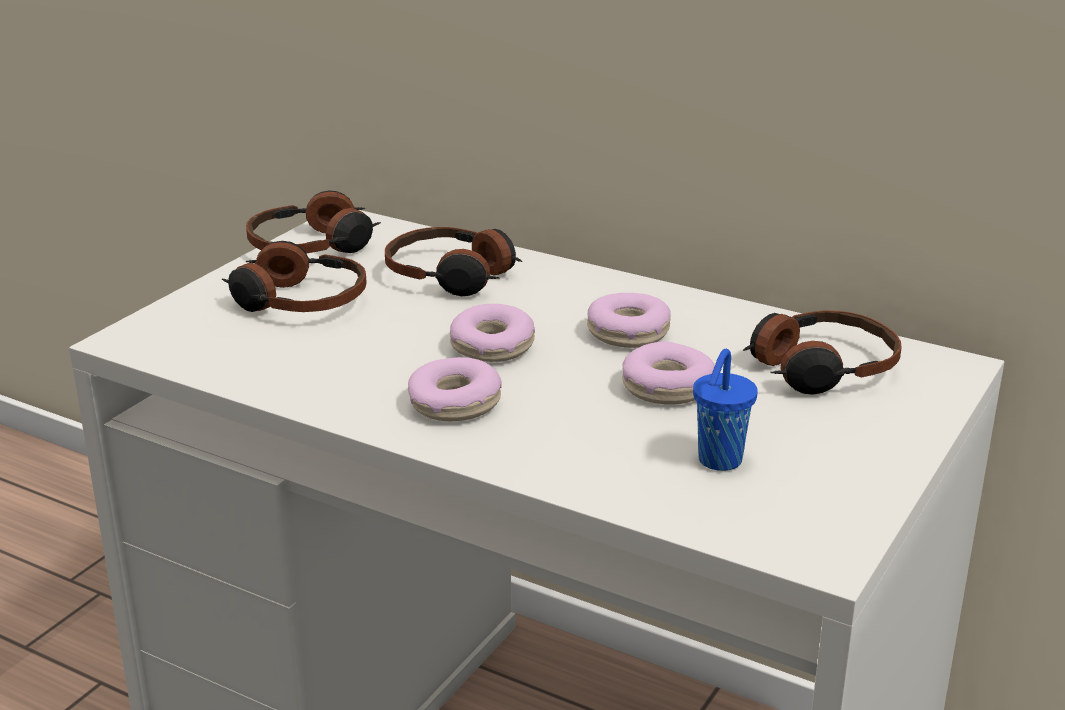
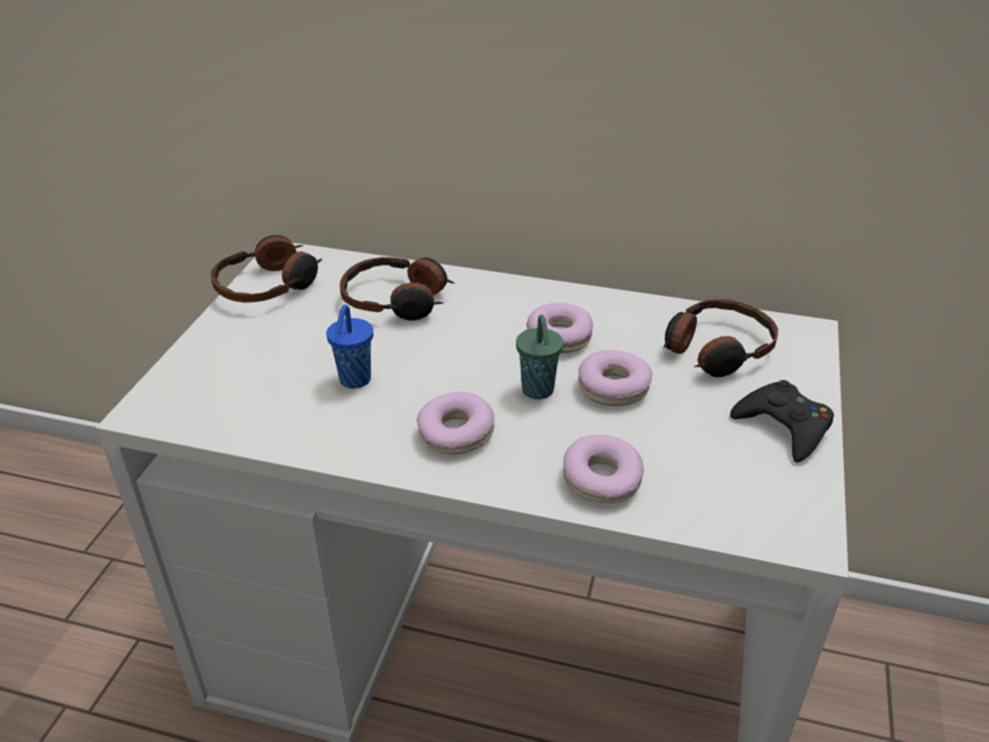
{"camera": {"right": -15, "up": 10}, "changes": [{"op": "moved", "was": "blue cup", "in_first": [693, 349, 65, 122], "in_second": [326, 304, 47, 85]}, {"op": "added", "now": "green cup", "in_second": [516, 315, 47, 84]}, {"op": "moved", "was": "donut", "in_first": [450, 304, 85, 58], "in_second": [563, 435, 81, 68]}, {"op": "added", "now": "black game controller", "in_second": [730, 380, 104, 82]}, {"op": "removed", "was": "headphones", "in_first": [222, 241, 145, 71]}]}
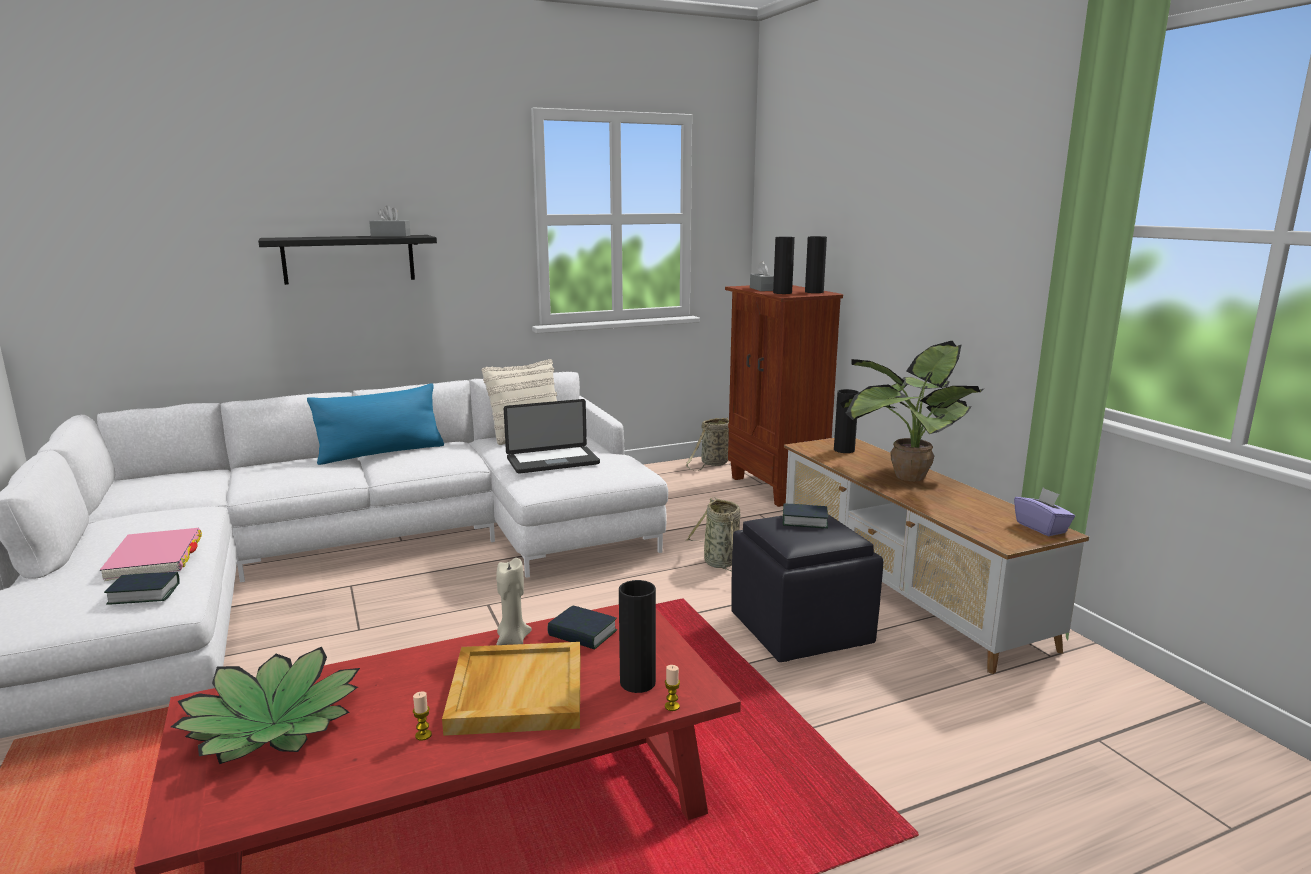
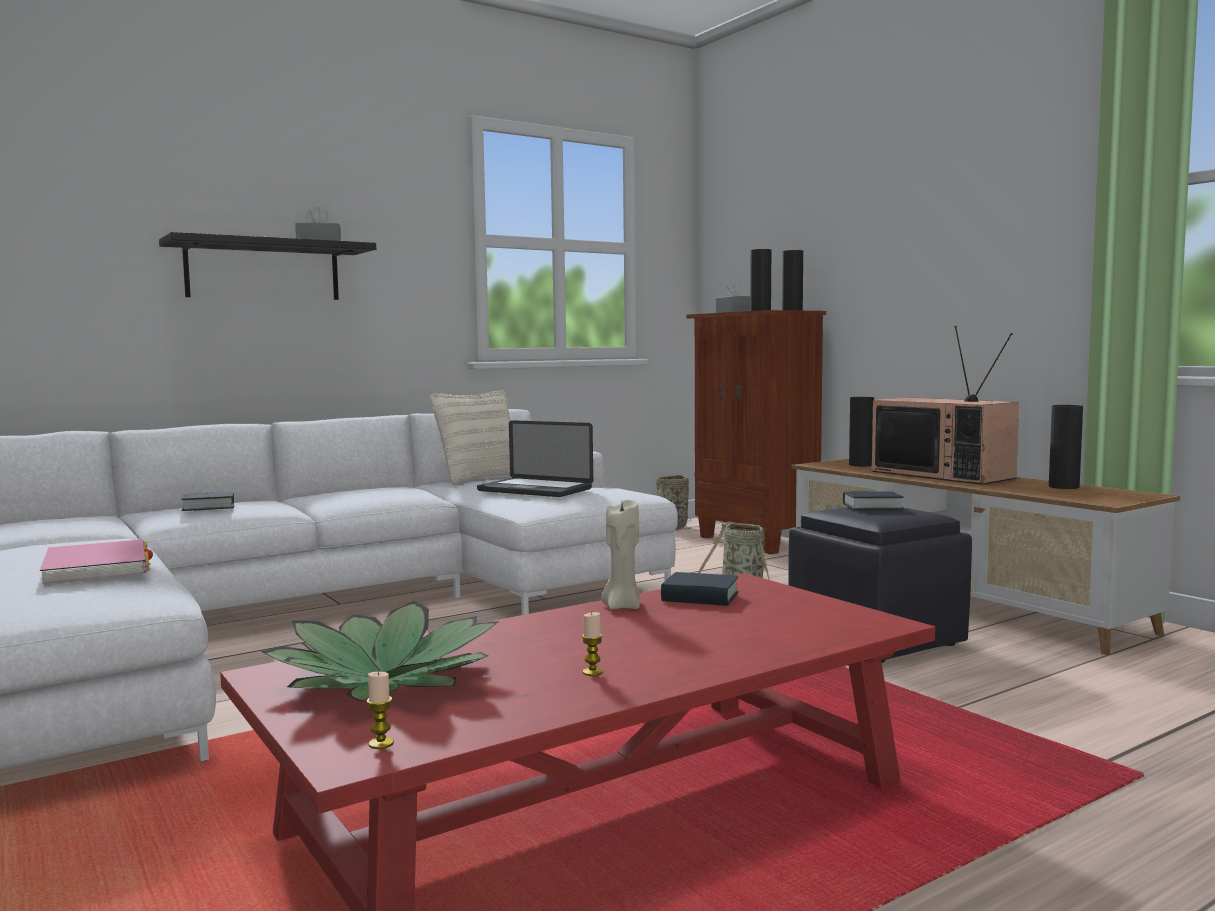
{"camera": {"right": -10, "up": -10}, "changes": [{"op": "moved", "was": "book", "in_first": [104, 572, 76, 33], "in_second": [181, 492, 54, 19]}, {"op": "moved", "was": "candle", "in_first": [665, 665, 15, 46], "in_second": [366, 672, 28, 77]}, {"op": "turned", "was": "laptop", "in_first": [504, 399, 96, 74], "in_second": [477, 420, 116, 77], "clockwise": 60}, {"op": "replaced", "was": "potted plant", "now": "television", "in_first": [840, 341, 145, 140], "in_second": [872, 326, 147, 158]}, {"op": "moved", "was": "black vase", "in_first": [619, 580, 37, 113], "in_second": [1049, 405, 34, 84]}, {"op": "removed", "was": "blue pillow", "in_first": [307, 383, 137, 82]}, {"op": "removed", "was": "beige tray", "in_first": [442, 642, 138, 94]}, {"op": "removed", "was": "purple tissue box", "in_first": [1014, 488, 61, 48]}]}
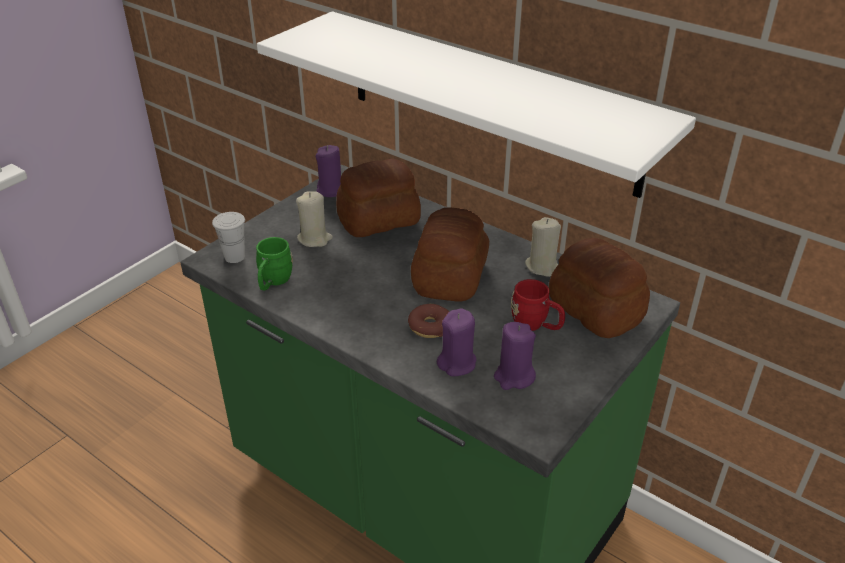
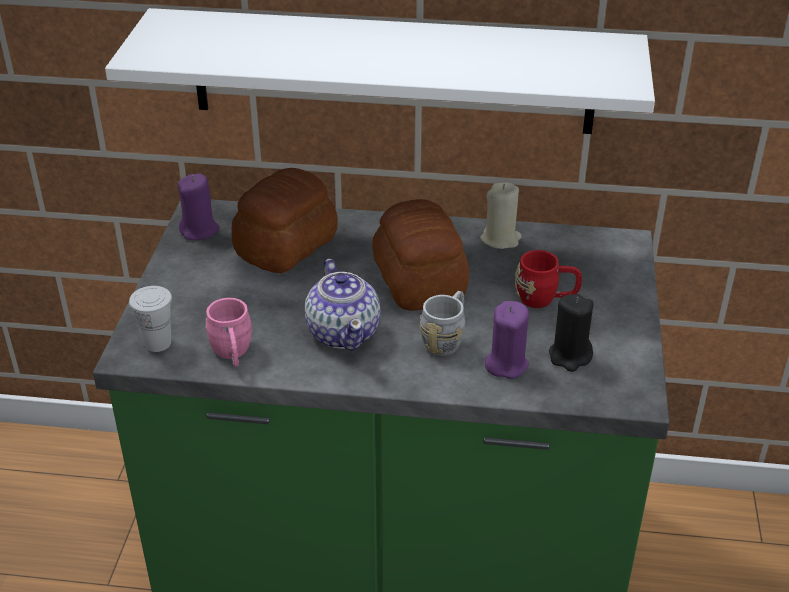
{"camera": {"right": -30, "up": 0}, "changes": [{"op": "recoloured", "was": "green mug", "now": "pink mug", "in_first": [256, 237, 37, 54], "in_second": [205, 298, 47, 69]}, {"op": "added", "now": "teapot", "in_second": [305, 259, 76, 92]}, {"op": "replaced", "was": "donut", "now": "grey mug", "in_first": [408, 304, 41, 34], "in_second": [420, 291, 45, 65]}, {"op": "recoloured", "was": "purple candle", "now": "black candle", "in_first": [494, 322, 42, 68], "in_second": [549, 294, 45, 78]}, {"op": "removed", "was": "beige candle", "in_first": [296, 191, 37, 56]}, {"op": "removed", "was": "bread", "in_first": [549, 238, 101, 100]}]}
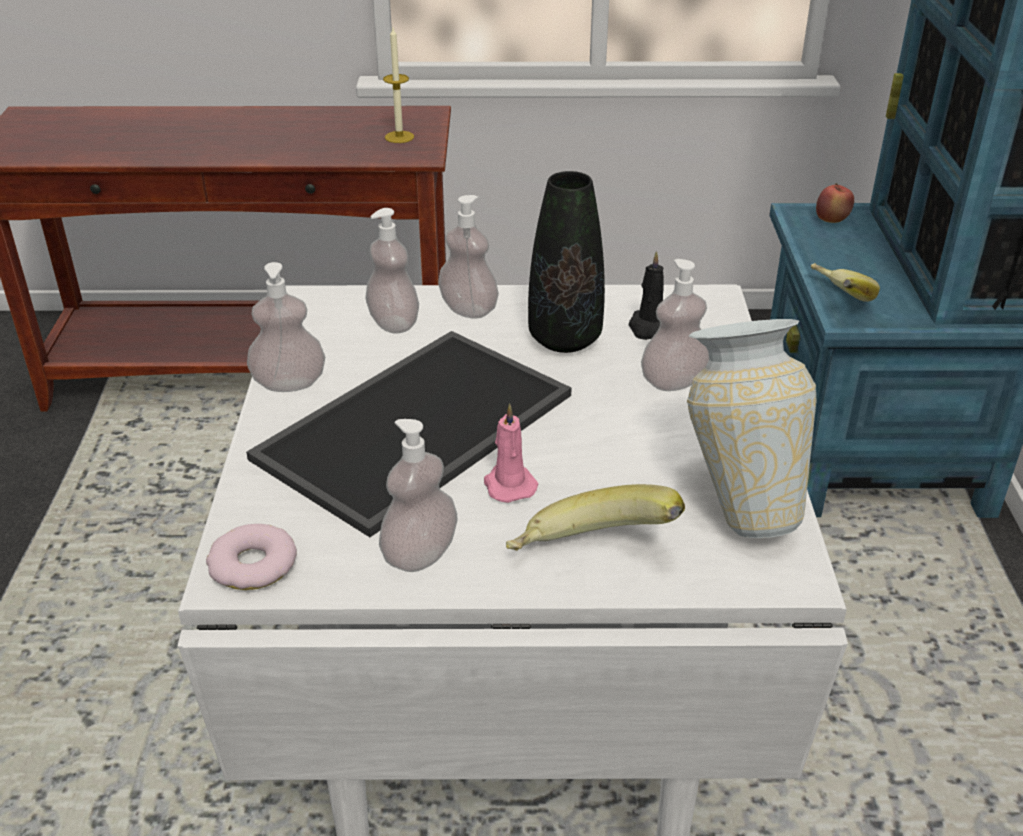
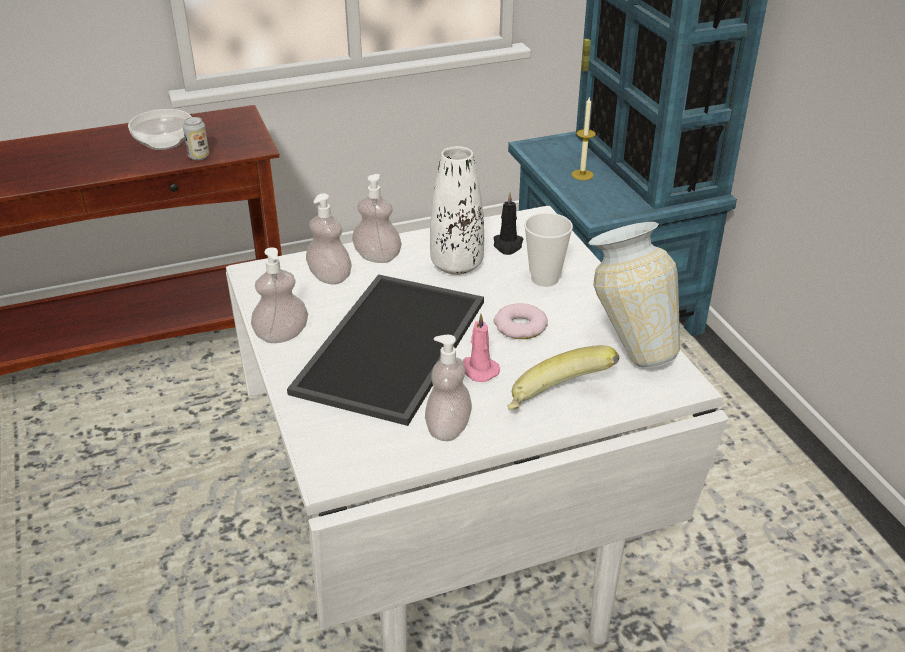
{"camera": {"right": -20, "up": 0}, "changes": [{"op": "added", "now": "bowl", "in_second": [128, 109, 64, 41]}, {"op": "added", "now": "can", "in_second": [183, 117, 26, 43]}, {"op": "recoloured", "was": "black vase", "now": "white vase", "in_first": [528, 171, 77, 182], "in_second": [430, 146, 54, 129]}, {"op": "moved", "was": "donut", "in_first": [206, 524, 91, 66], "in_second": [494, 303, 54, 36]}, {"op": "replaced", "was": "soap dispenser", "now": "cup", "in_first": [641, 259, 68, 132], "in_second": [524, 213, 49, 74]}, {"op": "moved", "was": "candle", "in_first": [383, 28, 31, 115], "in_second": [571, 96, 25, 84]}, {"op": "removed", "was": "banana", "in_first": [811, 263, 69, 39]}, {"op": "removed", "was": "apple", "in_first": [816, 183, 38, 40]}]}
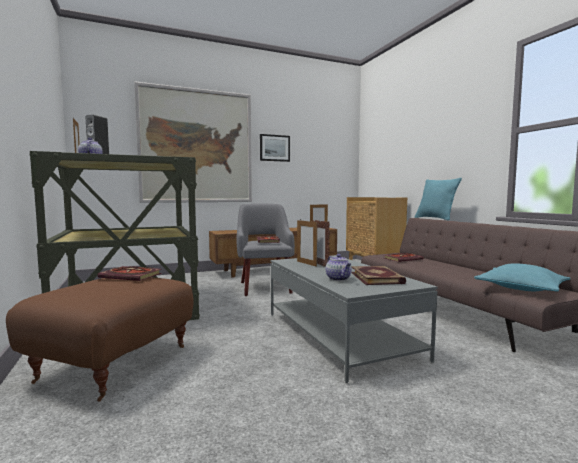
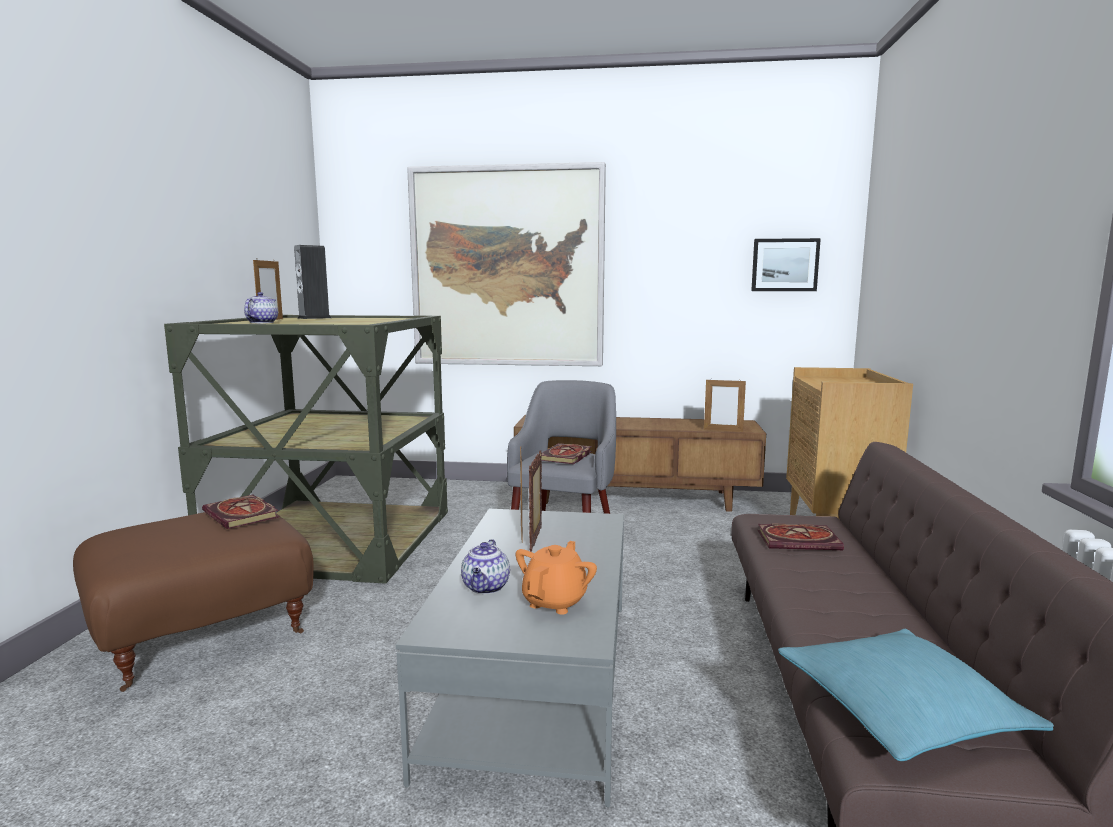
{"camera": {"right": 30, "up": 5}, "changes": [{"op": "replaced", "was": "book", "now": "orange teapot", "in_first": [351, 266, 55, 19], "in_second": [515, 541, 82, 74]}, {"op": "moved", "was": "picture", "in_first": [260, 134, 30, 28], "in_second": [751, 238, 70, 53]}, {"op": "removed", "was": "turquoise pillow", "in_first": [415, 178, 47, 42]}]}
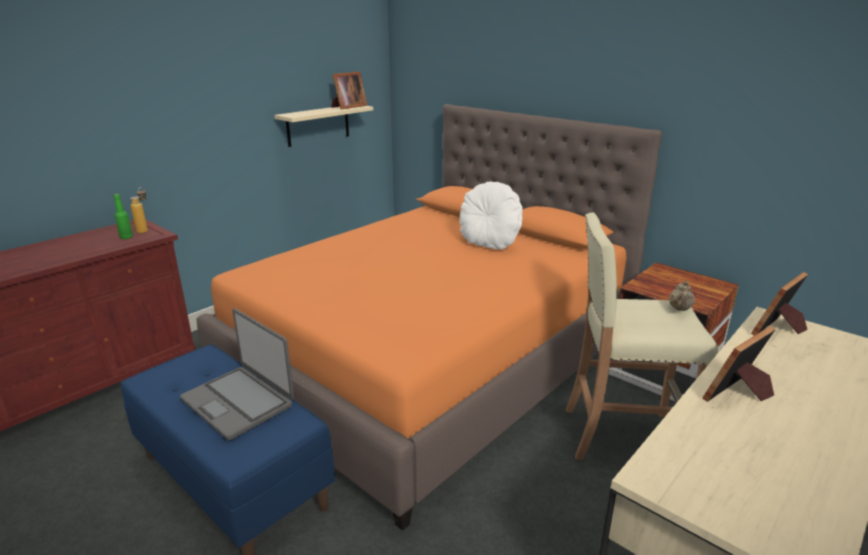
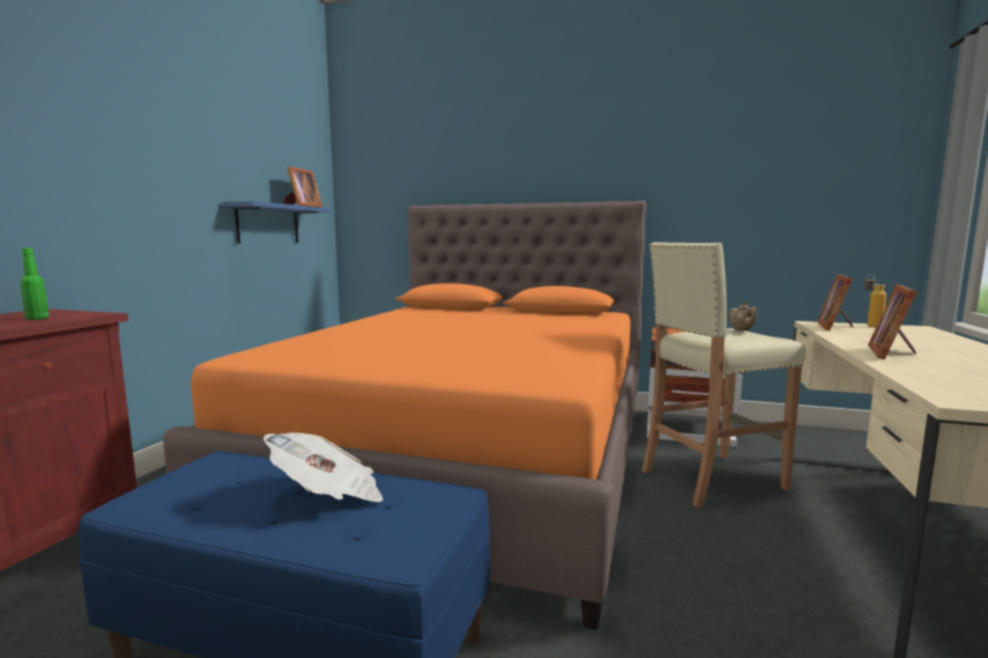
{"camera": {"right": -25, "up": -15}, "changes": [{"op": "recoloured", "was": "beige shelf", "now": "blue shelf", "in_first": [274, 106, 99, 41], "in_second": [222, 201, 108, 42]}, {"op": "replaced", "was": "laptop", "now": "newspaper", "in_first": [180, 308, 114, 132], "in_second": [263, 433, 120, 69]}, {"op": "moved", "was": "bottle", "in_first": [130, 187, 18, 47], "in_second": [864, 274, 22, 53]}, {"op": "removed", "was": "white pillow", "in_first": [460, 181, 63, 69]}]}
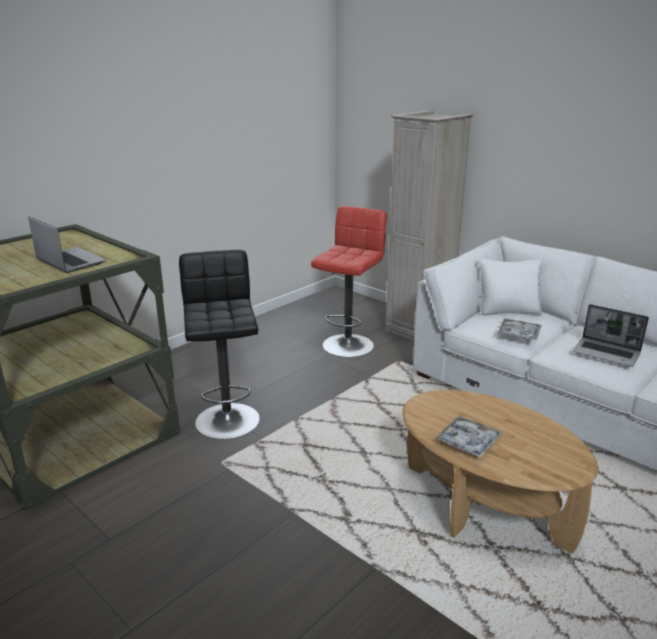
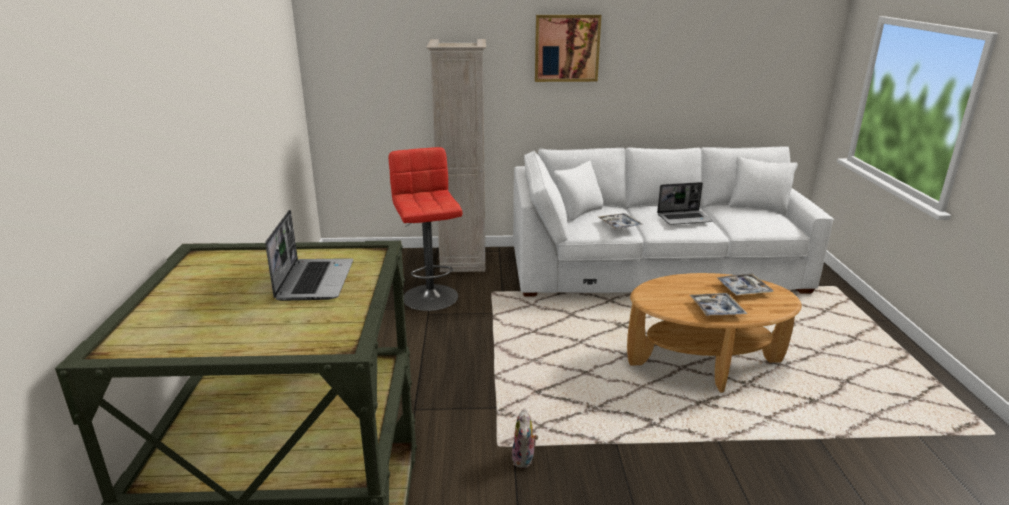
{"camera": {"right": -45, "up": 0}, "changes": [{"op": "turned", "was": "laptop", "in_first": [28, 217, 78, 56], "in_second": [265, 210, 88, 91], "clockwise": 90}, {"op": "added", "now": "plush toy", "in_second": [512, 409, 26, 59]}, {"op": "added", "now": "picture", "in_second": [535, 15, 66, 67]}, {"op": "added", "now": "tray", "in_second": [717, 274, 57, 22]}, {"op": "removed", "was": "black stool", "in_first": [179, 250, 81, 189]}]}
